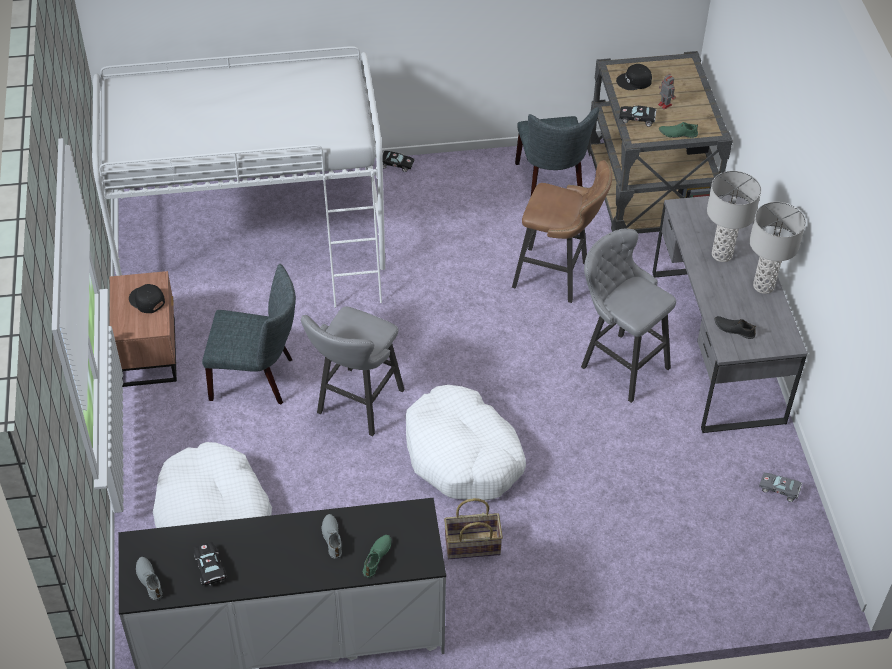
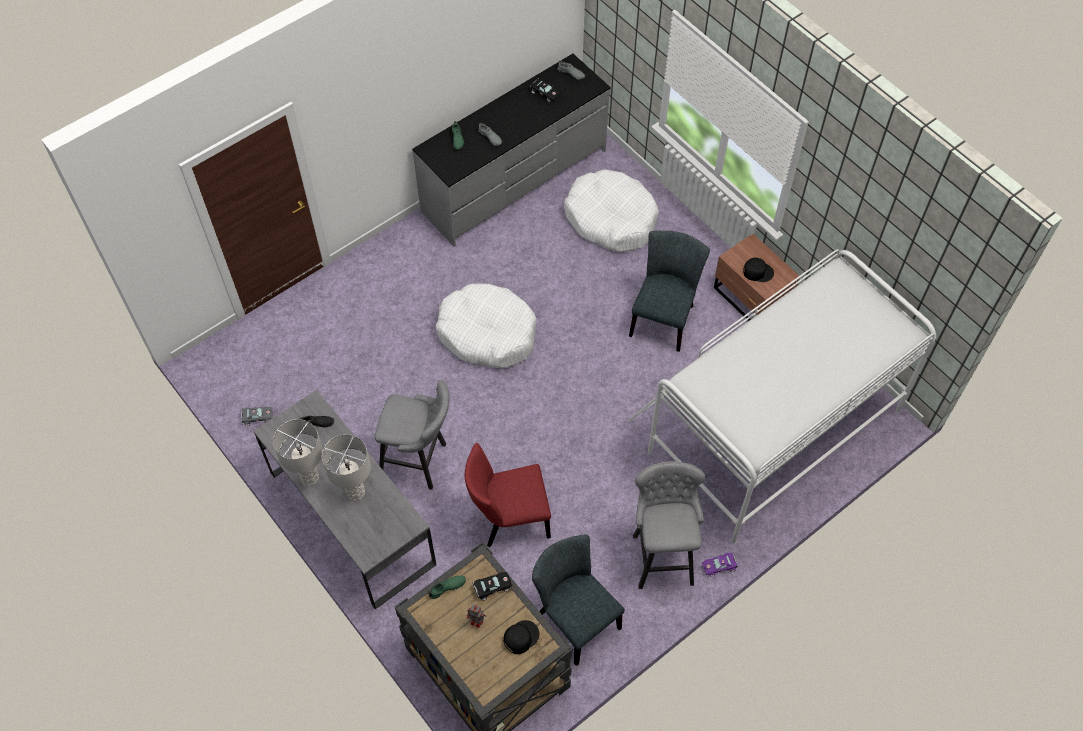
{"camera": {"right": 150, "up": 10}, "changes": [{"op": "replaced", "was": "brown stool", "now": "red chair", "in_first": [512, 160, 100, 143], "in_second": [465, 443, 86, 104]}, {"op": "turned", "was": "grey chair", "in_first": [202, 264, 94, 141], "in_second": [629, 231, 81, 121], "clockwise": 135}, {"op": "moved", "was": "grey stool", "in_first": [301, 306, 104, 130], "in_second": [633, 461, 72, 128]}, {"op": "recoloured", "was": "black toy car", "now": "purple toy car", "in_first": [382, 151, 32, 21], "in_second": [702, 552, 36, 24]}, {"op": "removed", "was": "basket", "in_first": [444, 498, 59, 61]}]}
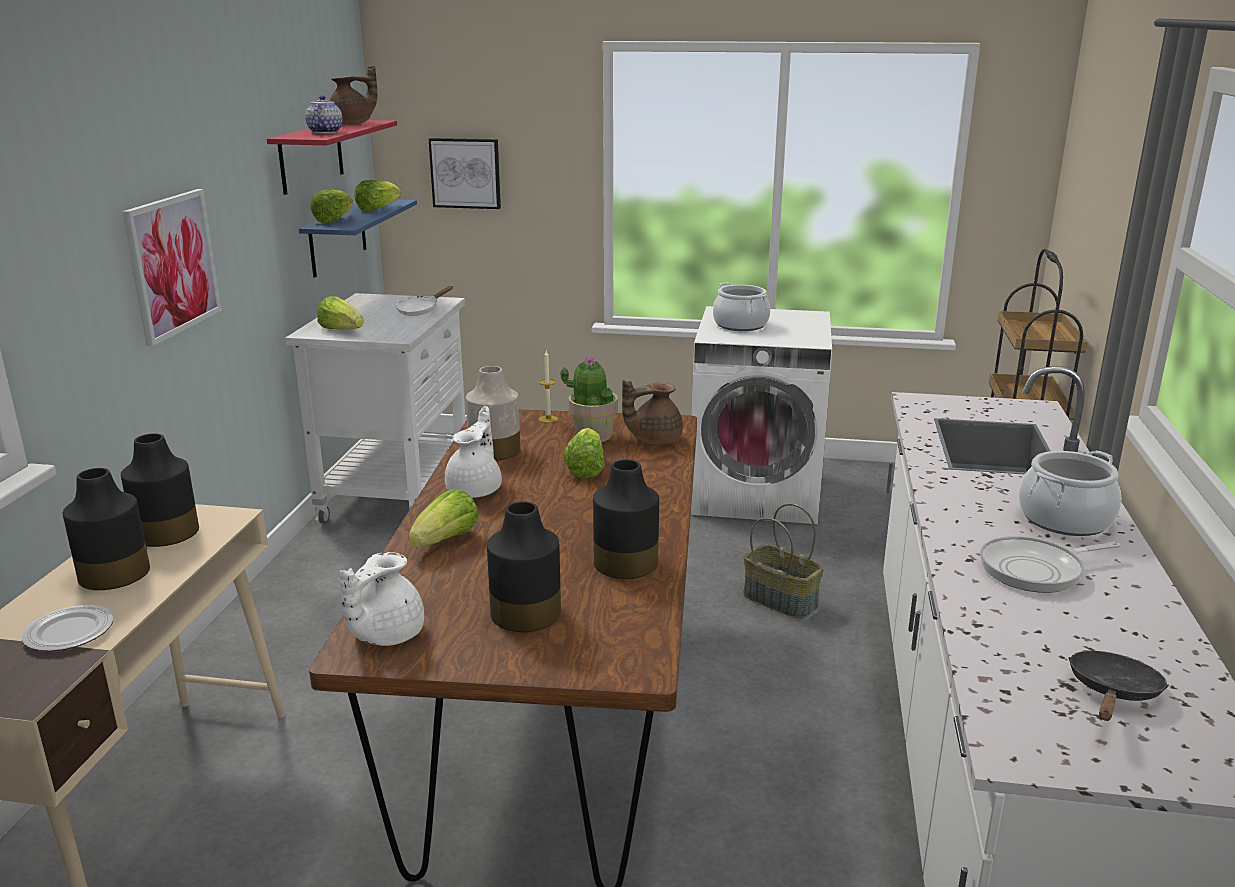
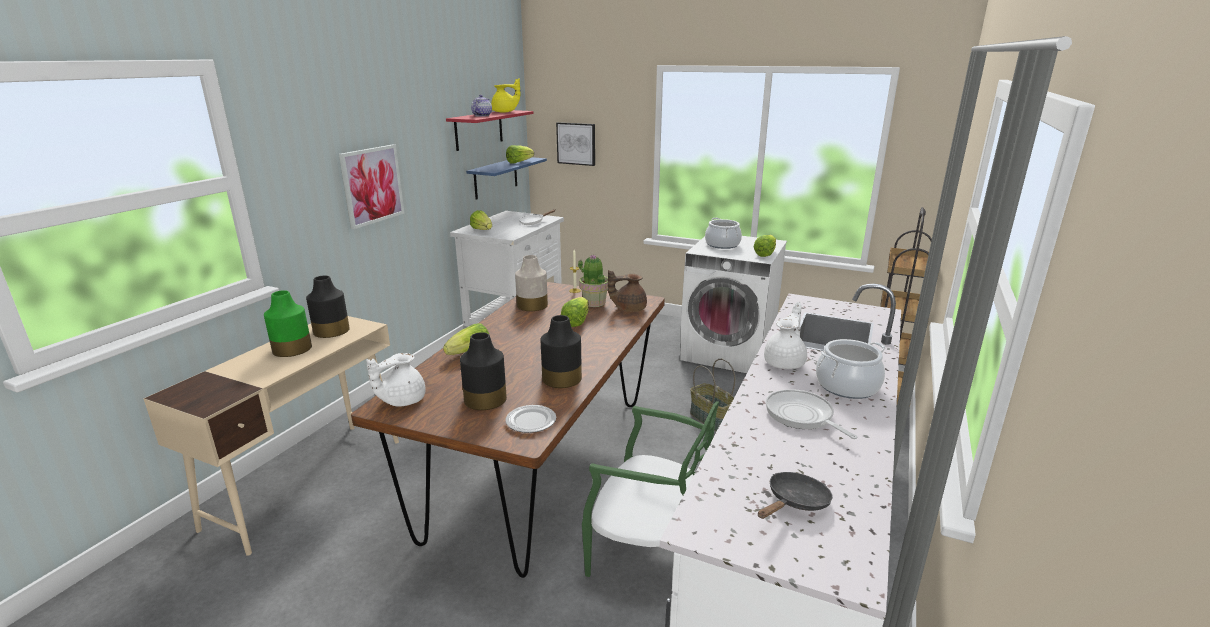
{"camera": {"right": 15, "up": 0}, "changes": [{"op": "recoloured", "was": "black vase", "now": "green vase", "in_first": [63, 468, 87, 122], "in_second": [264, 290, 48, 67]}, {"op": "recoloured", "was": "brown teapot", "now": "yellow teapot", "in_first": [330, 65, 48, 60], "in_second": [491, 78, 29, 34]}, {"op": "moved", "was": "plate", "in_first": [22, 605, 92, 46], "in_second": [506, 405, 50, 28]}, {"op": "added", "now": "green chair", "in_second": [582, 401, 137, 176]}, {"op": "moved", "was": "lettuce", "in_first": [310, 190, 43, 33], "in_second": [754, 235, 22, 22]}, {"op": "moved", "was": "white teapot", "in_first": [445, 406, 57, 92], "in_second": [764, 302, 43, 67]}, {"op": "turned", "was": "frying pan", "in_first": [980, 536, 140, 57], "in_second": [766, 389, 92, 50], "clockwise": 60}]}
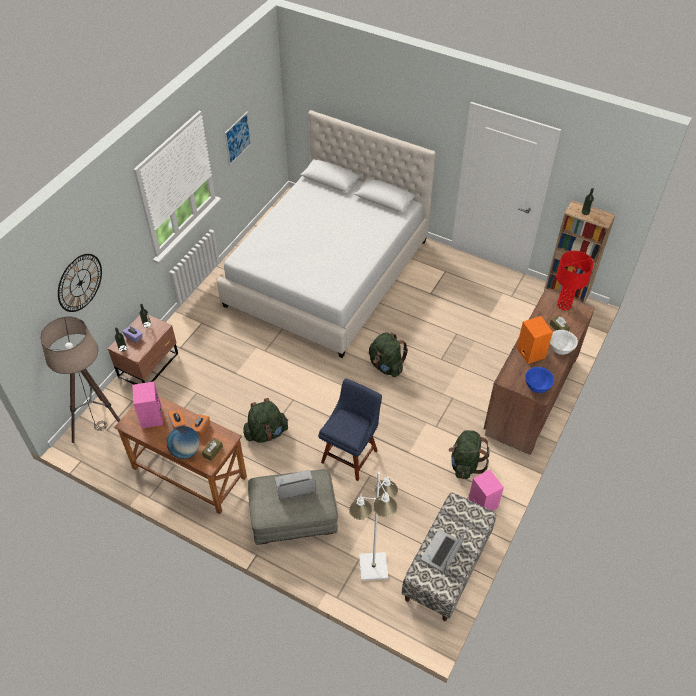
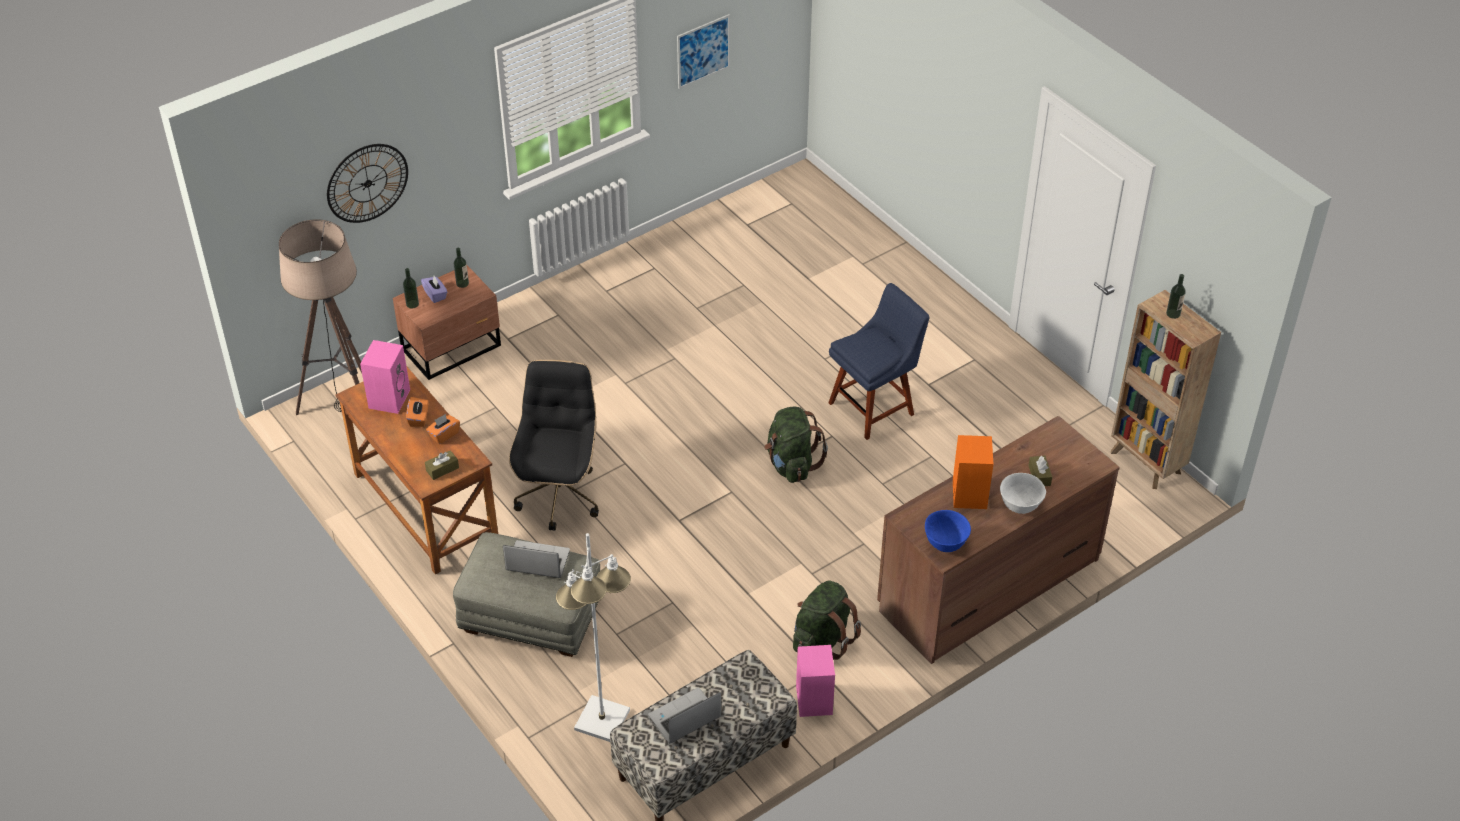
{"camera": {"right": 25, "up": -5}, "changes": [{"op": "replaced", "was": "green backpack", "now": "black office chair", "in_first": [243, 398, 46, 45], "in_second": [509, 360, 90, 171]}, {"op": "moved", "was": "blue chair", "in_first": [318, 379, 64, 102], "in_second": [828, 283, 102, 157]}, {"op": "removed", "was": "globe", "in_first": [167, 426, 33, 33]}, {"op": "removed", "was": "white bed", "in_first": [217, 110, 219, 248]}, {"op": "removed", "was": "red table lamp", "in_first": [556, 251, 38, 59]}]}
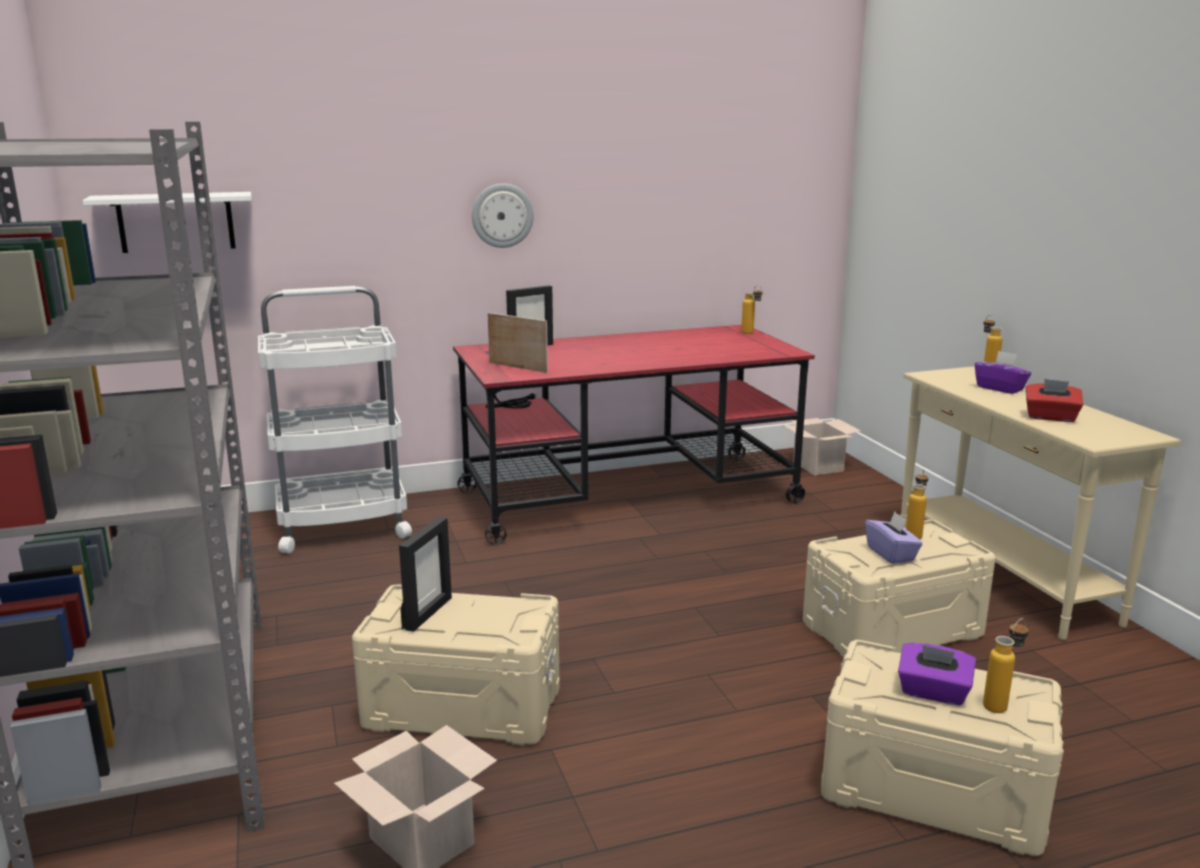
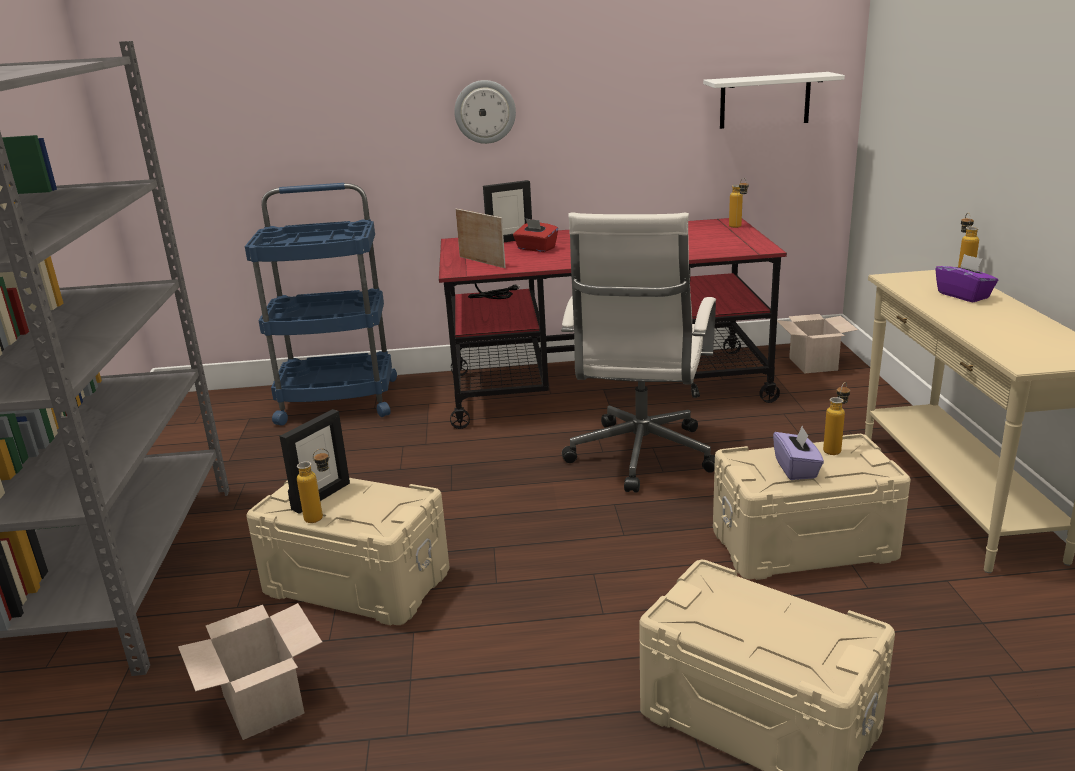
{"camera": {"right": 15, "up": 5}, "changes": [{"op": "recoloured", "was": "white cart", "now": "blue cart", "in_first": [258, 286, 154, 267], "in_second": [245, 183, 152, 243]}, {"op": "moved", "was": "bottle", "in_first": [983, 618, 45, 95], "in_second": [297, 449, 32, 74]}, {"op": "moved", "was": "red tissue box", "in_first": [1025, 379, 58, 43], "in_second": [513, 218, 45, 34]}, {"op": "added", "now": "white office chair", "in_second": [561, 212, 155, 281]}, {"op": "moved", "was": "white shelf", "in_first": [82, 192, 170, 61], "in_second": [703, 72, 142, 57]}, {"op": "removed", "was": "purple tissue box", "in_first": [898, 643, 78, 63]}]}
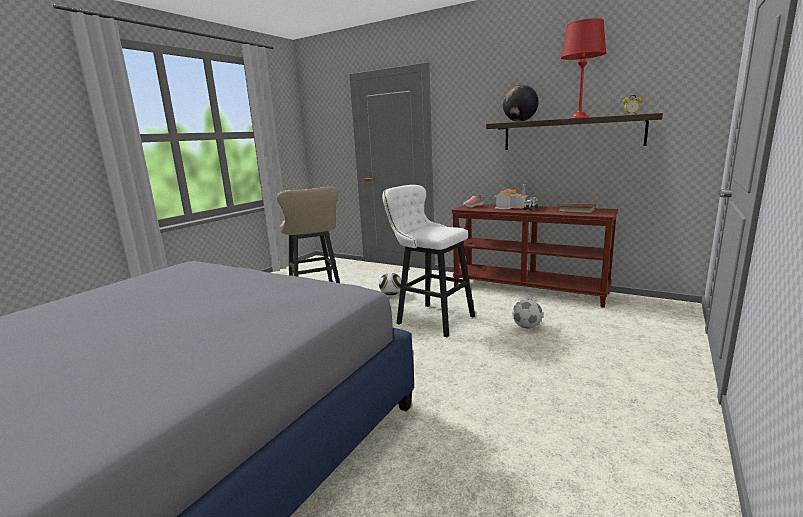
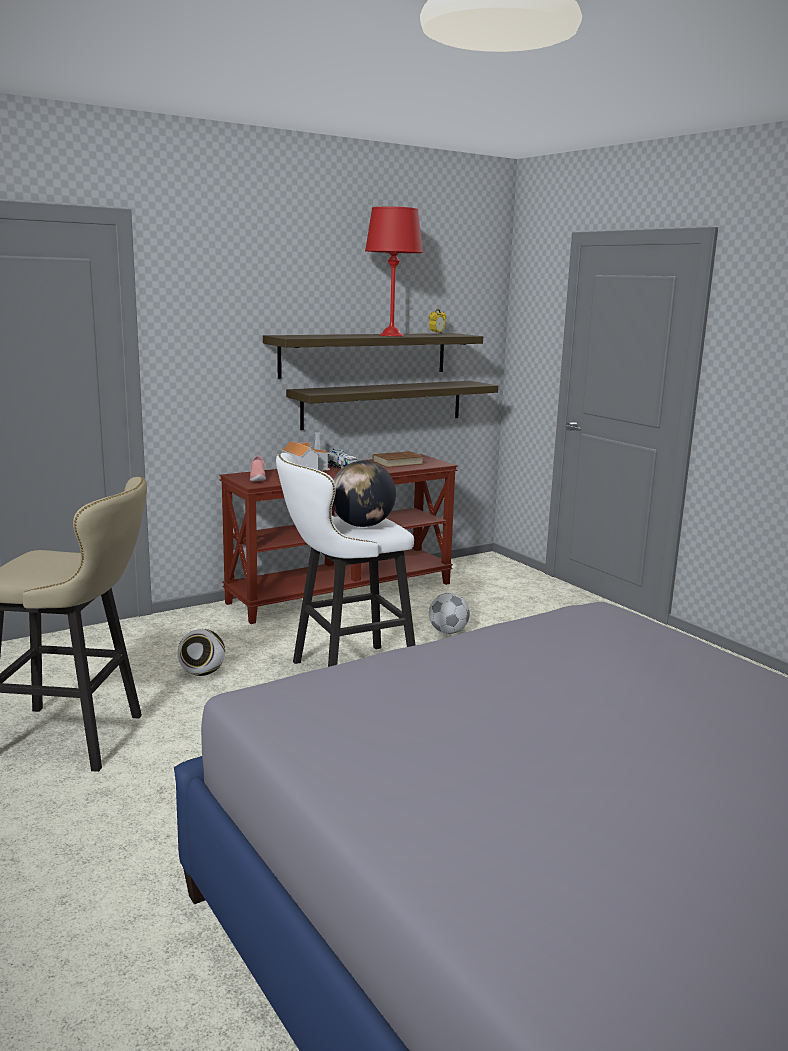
{"camera": {"right": -65, "up": 0}, "changes": [{"op": "added", "now": "shelf", "in_second": [286, 381, 212, 49]}, {"op": "moved", "was": "globe", "in_first": [503, 85, 36, 37], "in_second": [332, 461, 64, 66]}]}
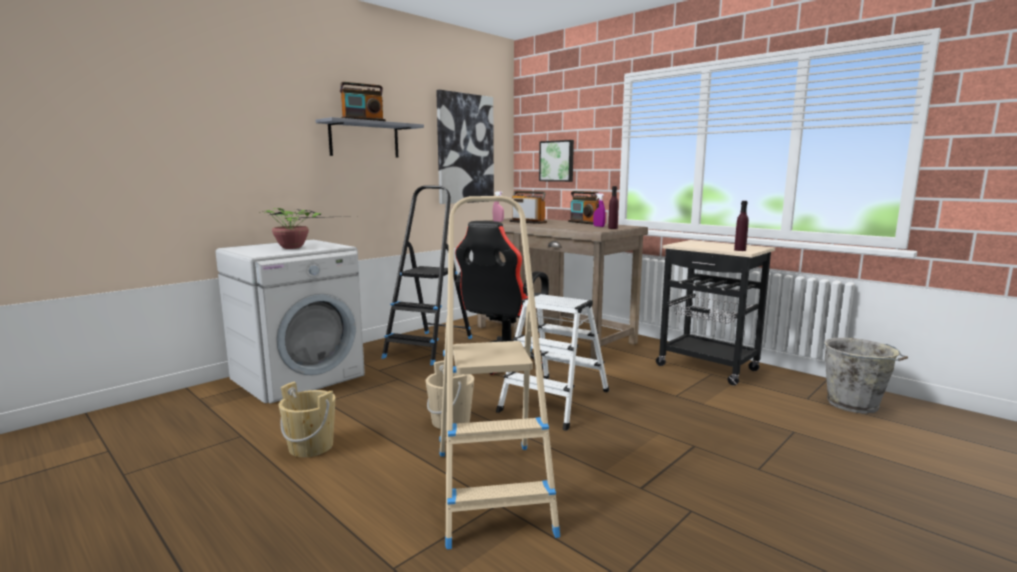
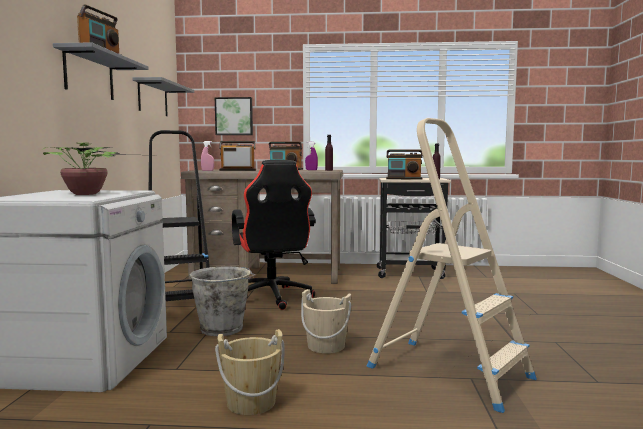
{"camera": {"right": -40, "up": -5}, "changes": [{"op": "replaced", "was": "picture", "now": "grey shelf", "in_first": [436, 90, 58, 114], "in_second": [132, 77, 62, 39]}, {"op": "moved", "was": "grey bucket", "in_first": [823, 338, 85, 76], "in_second": [189, 266, 67, 70]}, {"op": "added", "now": "radio", "in_second": [386, 150, 37, 29]}, {"op": "removed", "was": "white step ladder", "in_first": [496, 293, 113, 138]}]}
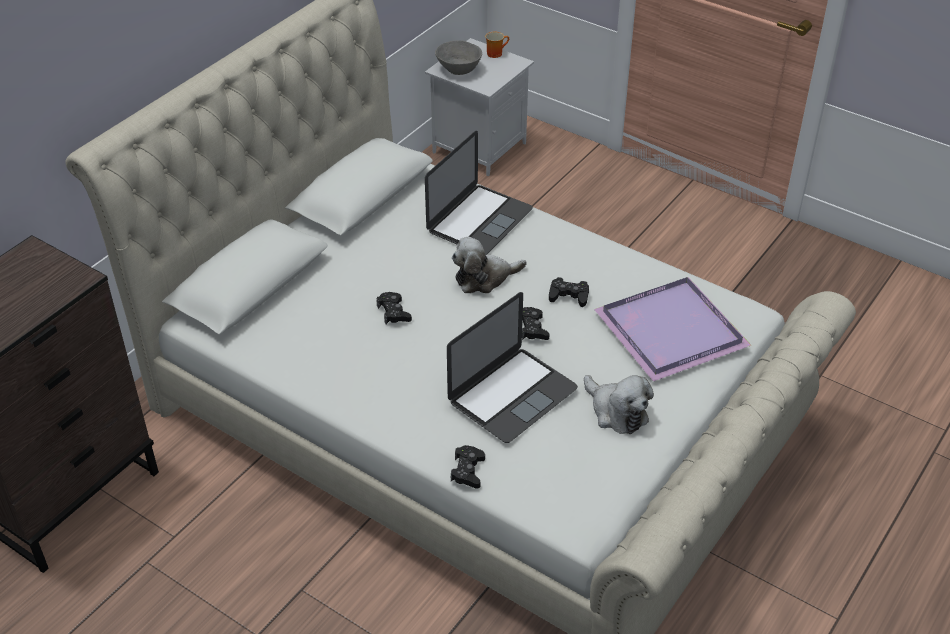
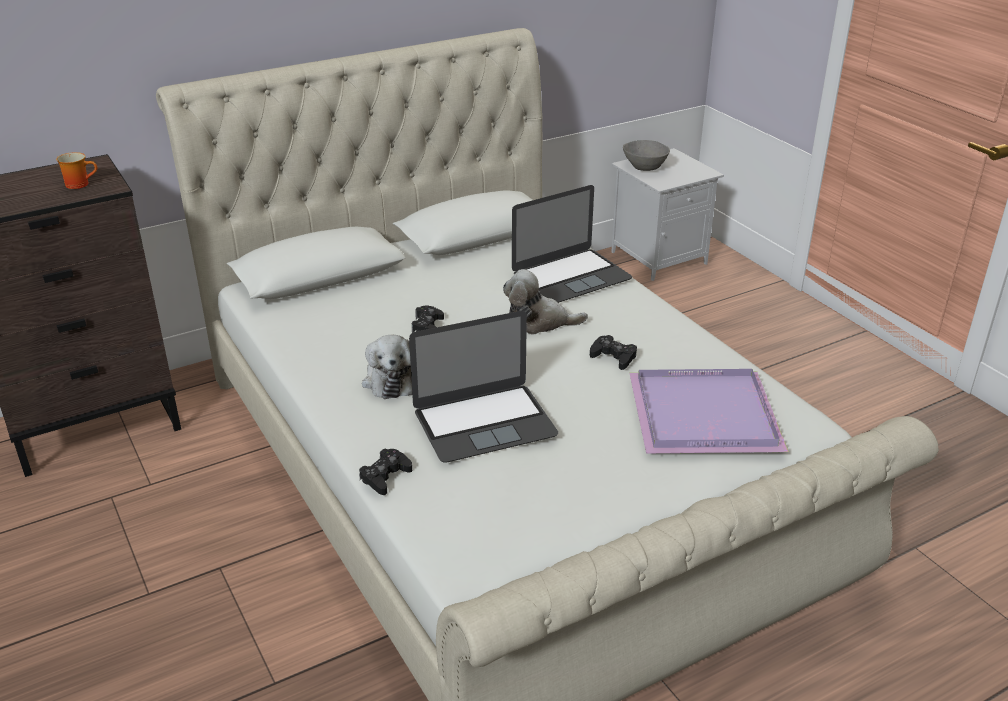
{"camera": {"right": 25, "up": -10}, "changes": [{"op": "moved", "was": "mug", "in_first": [485, 31, 24, 27], "in_second": [56, 152, 41, 37]}, {"op": "moved", "was": "plush toy", "in_first": [584, 375, 70, 59], "in_second": [362, 335, 50, 64]}, {"op": "removed", "was": "black game controller", "in_first": [522, 307, 27, 33]}]}
